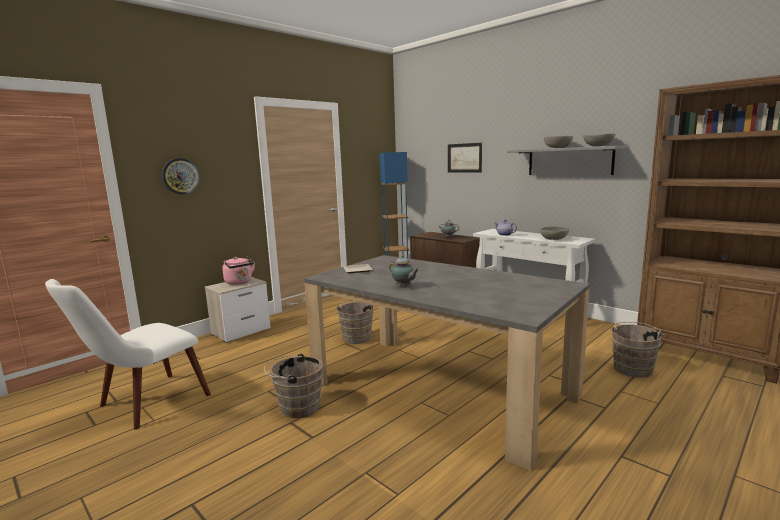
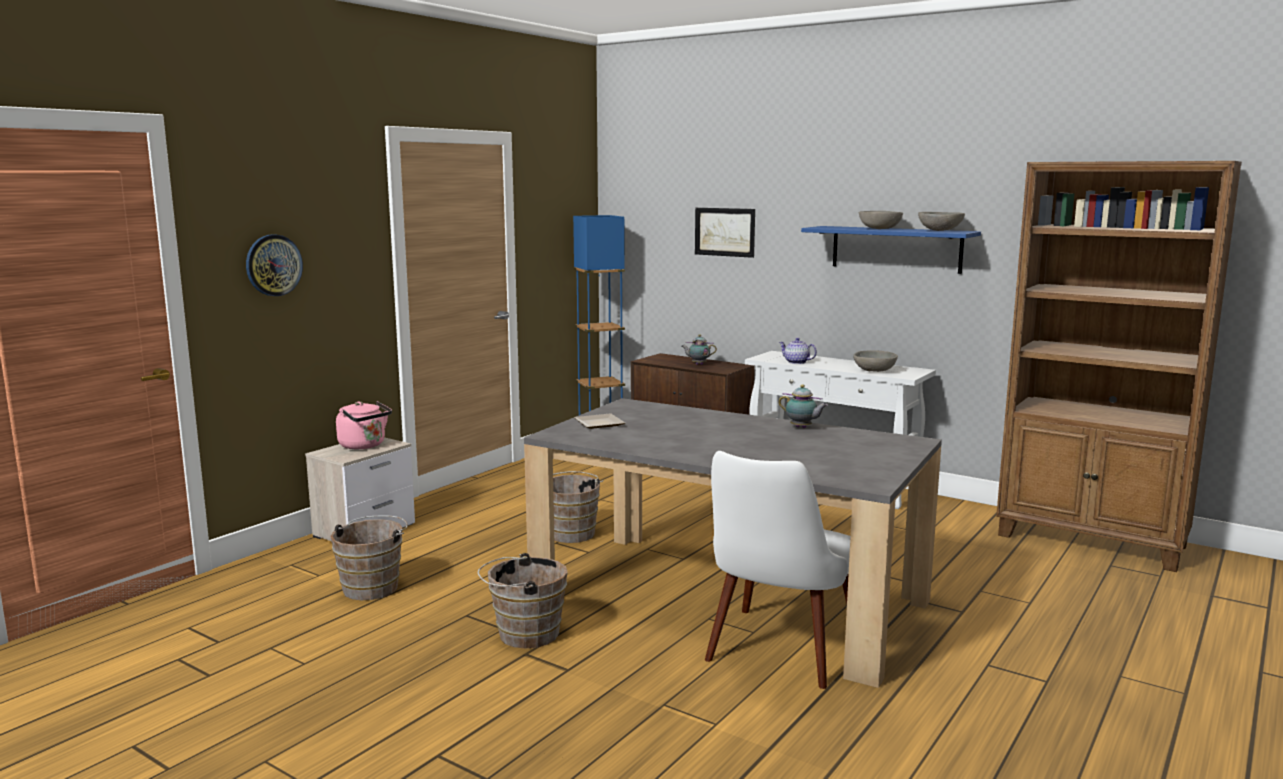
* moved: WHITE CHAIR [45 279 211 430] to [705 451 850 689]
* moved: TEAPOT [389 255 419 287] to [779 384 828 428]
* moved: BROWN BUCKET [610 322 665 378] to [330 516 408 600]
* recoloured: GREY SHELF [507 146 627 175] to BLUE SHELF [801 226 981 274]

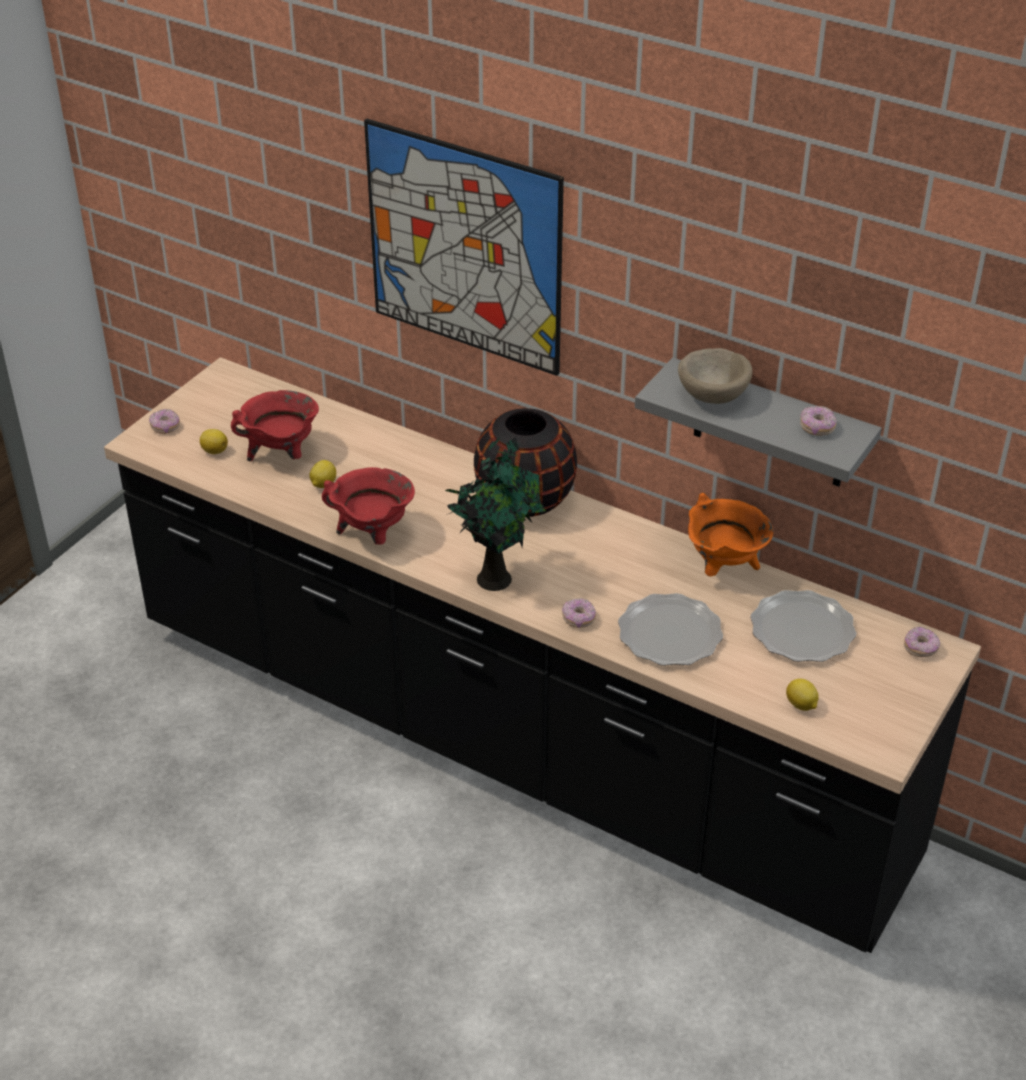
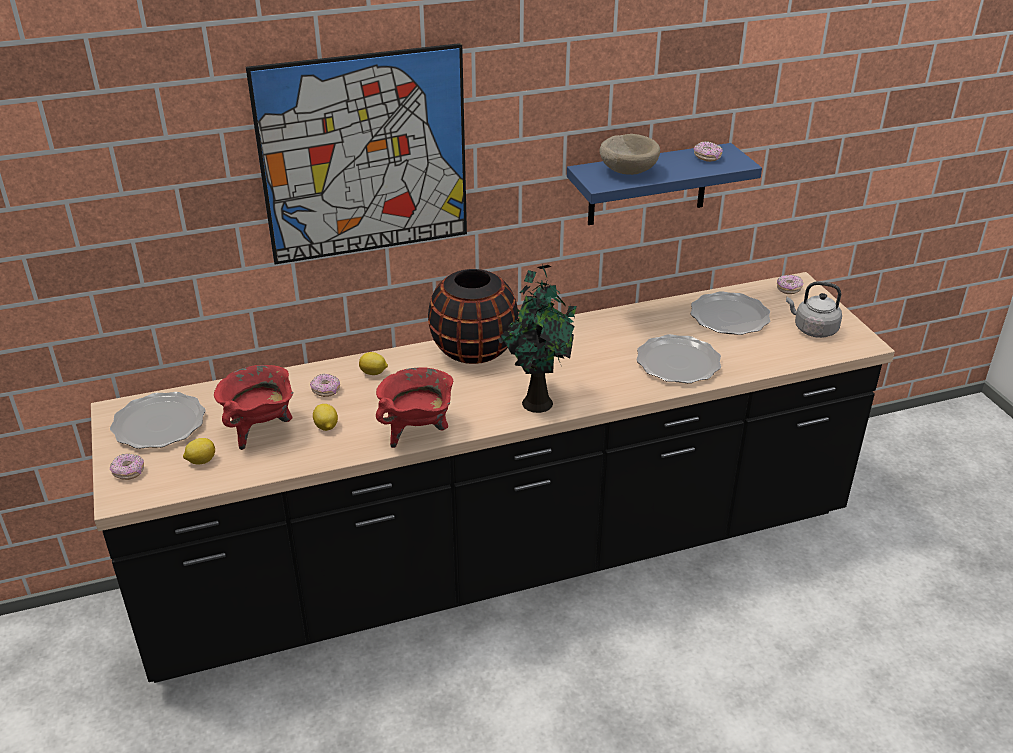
* removed: ORANGE COOKING POT [688 493 773 576]
* added: PLATE [110 392 206 449]
* added: GREY KETTLE [786 281 842 338]
* moved: DONUT [562 598 596 628] to [310 373 340 397]
* moved: LEMON [786 679 819 711] to [359 352 388 375]
* recoloured: GREY SHELF [635 358 882 487] to BLUE SHELF [567 143 762 225]

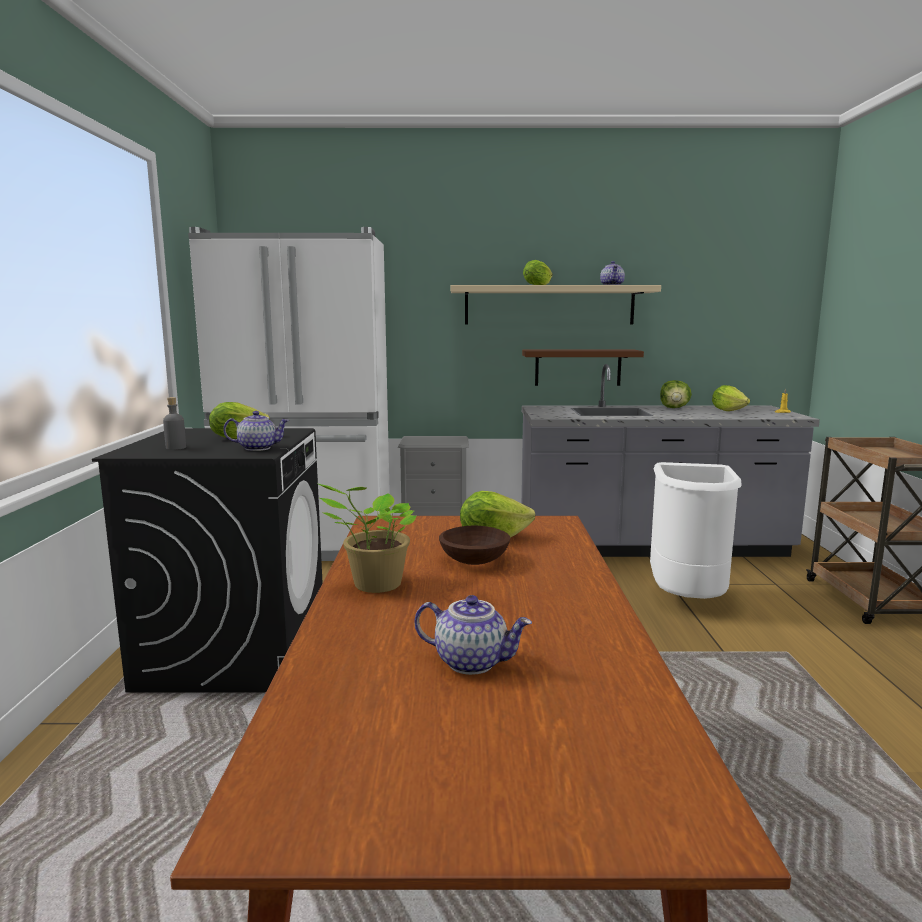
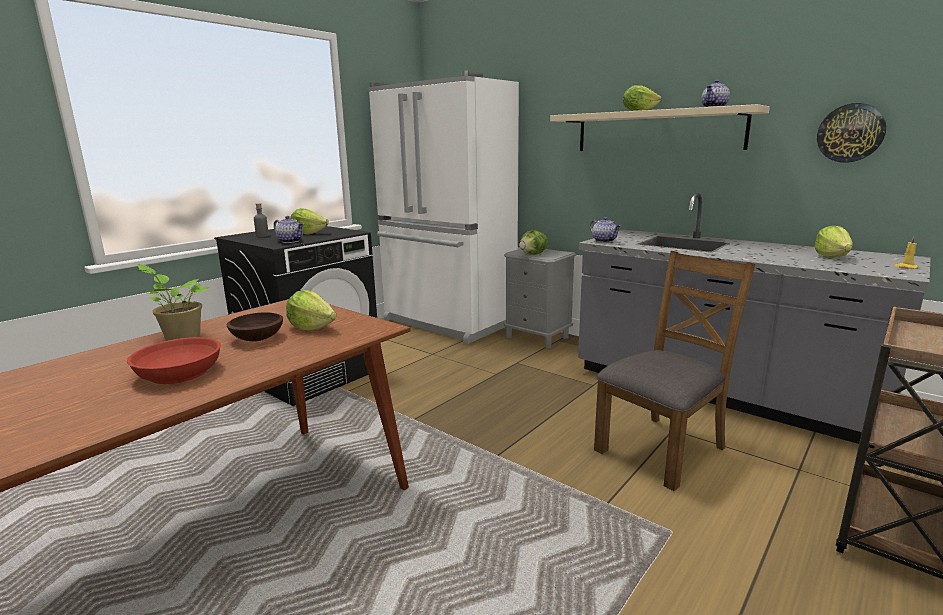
* removed: BROWN SHELF [522 350 644 386]
* added: RED BOWL [127 337 221 384]
* added: WALL CLOCK [817 103 886 163]
* moved: TEAPOT [414 595 532 675] to [590 217 621 243]
* moved: LETTUCE [660 380 692 408] to [519 230 548 254]
* replaced: WHITE TRASH CAN [650 462 742 599] to BROWN CHAIR [594 251 756 491]

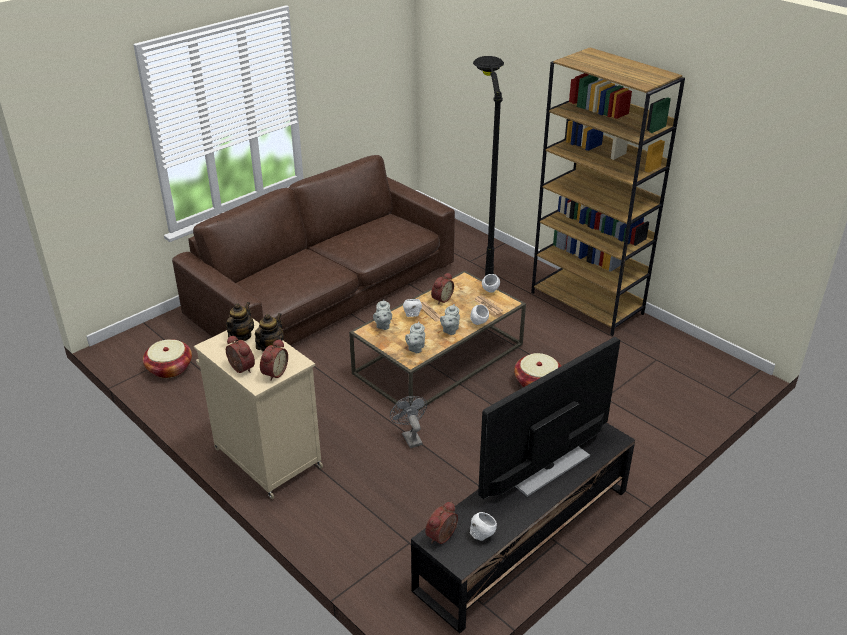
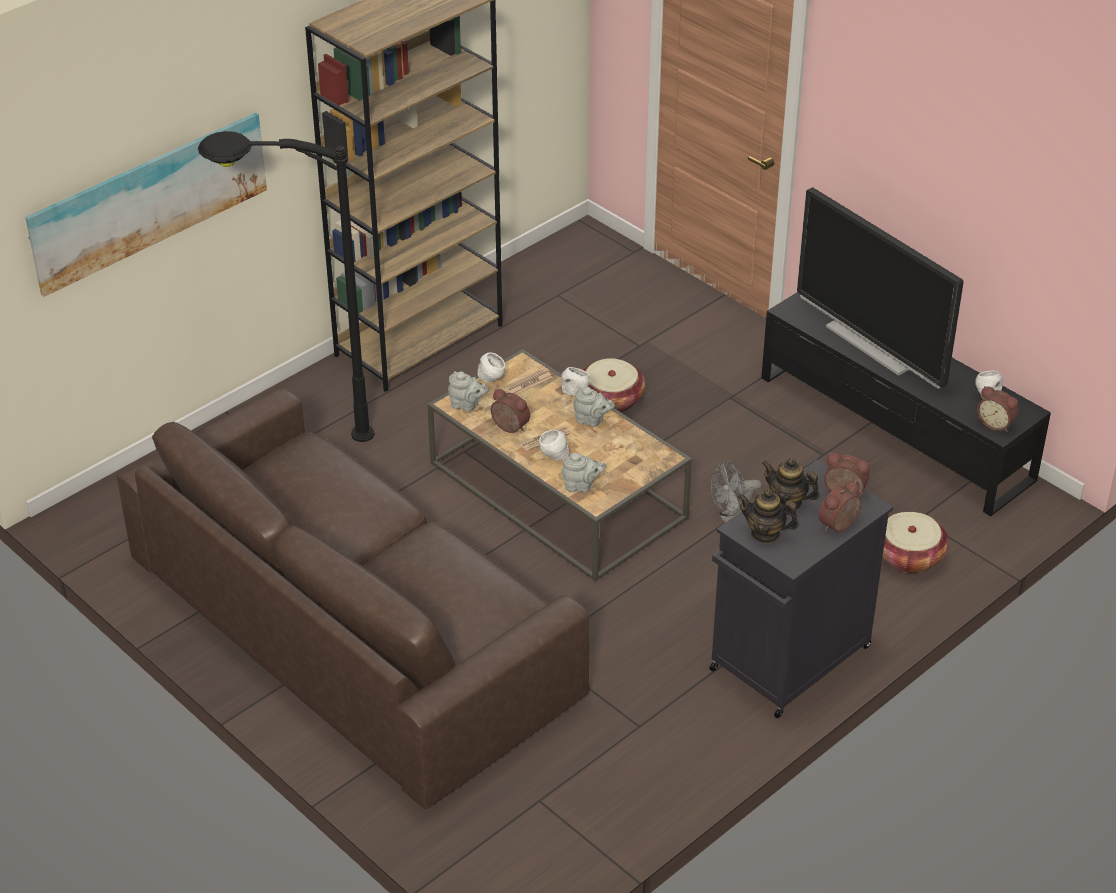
* added: PICTURE [25 113 267 297]
* moved: BASKET [143 339 192 378] to [882 512 949 573]
* moved: GREY TEAPOT [405 322 425 353] to [448 371 489 411]
* recoloured: BEIGE CABINET [194 318 323 499] to BLACK CABINET [709 460 893 718]

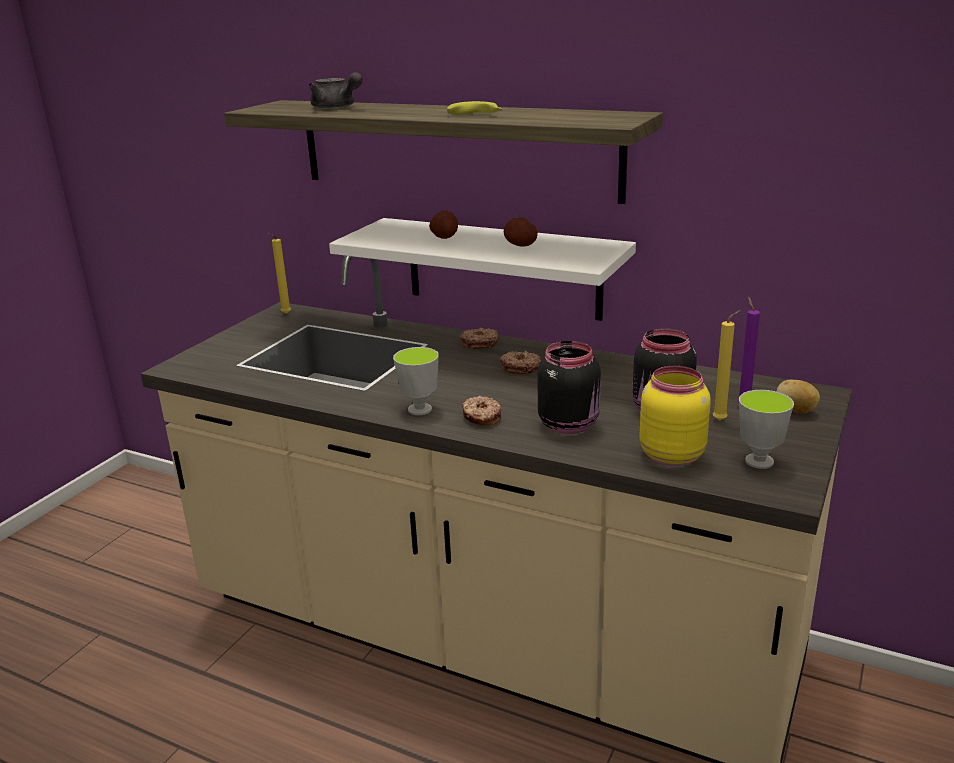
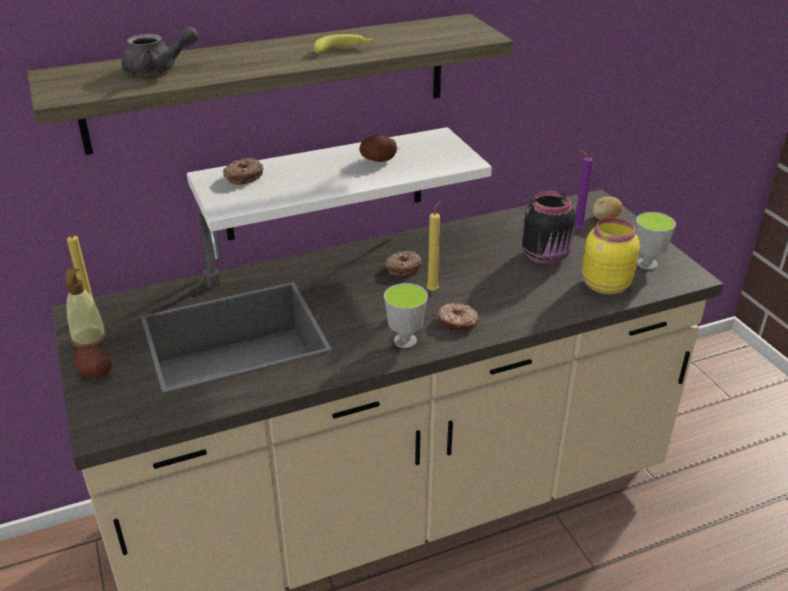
* removed: BLACK JAR [537 341 601 434]
* added: SOAP DISPENSER [66 269 107 348]
* moved: POTATO [429 210 458 239] to [74 345 112 378]
* moved: DONUT [460 327 499 349] to [223 158 263 185]
* moved: YELLOW CANDLE [713 310 741 421] to [427 202 440 291]

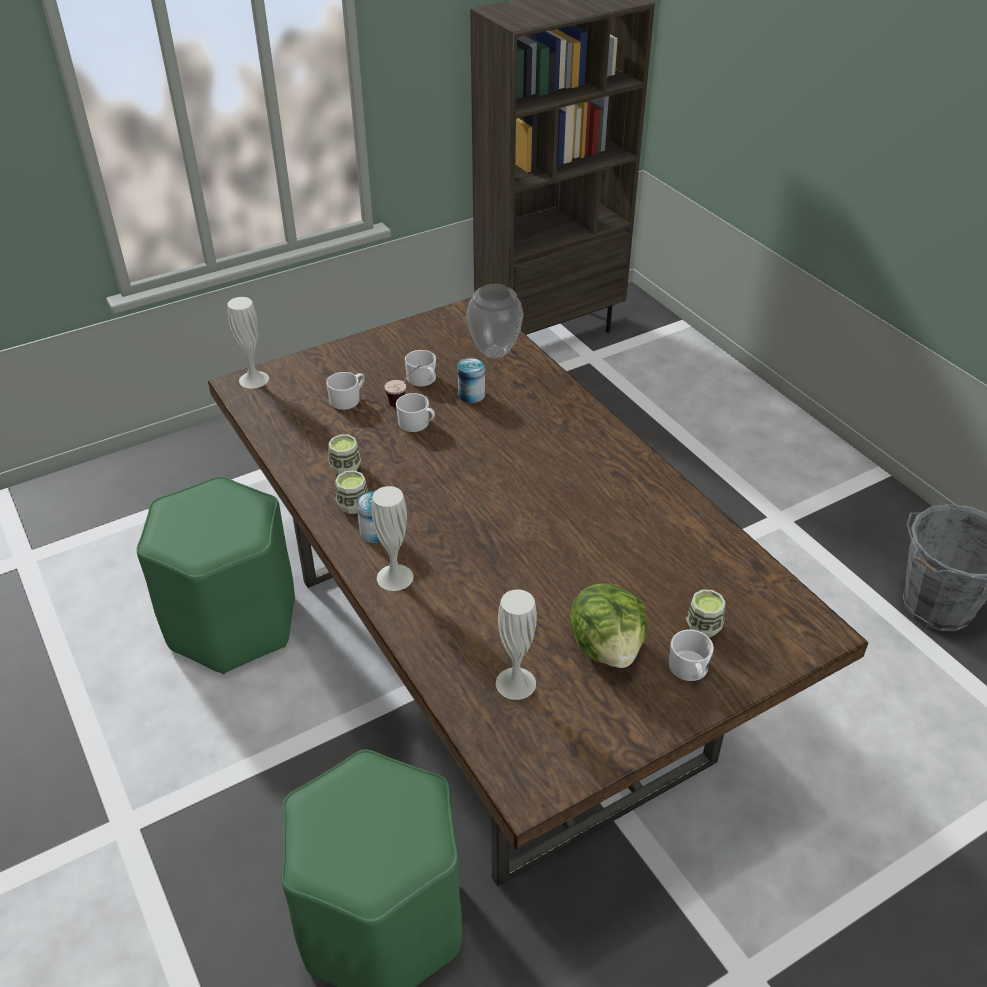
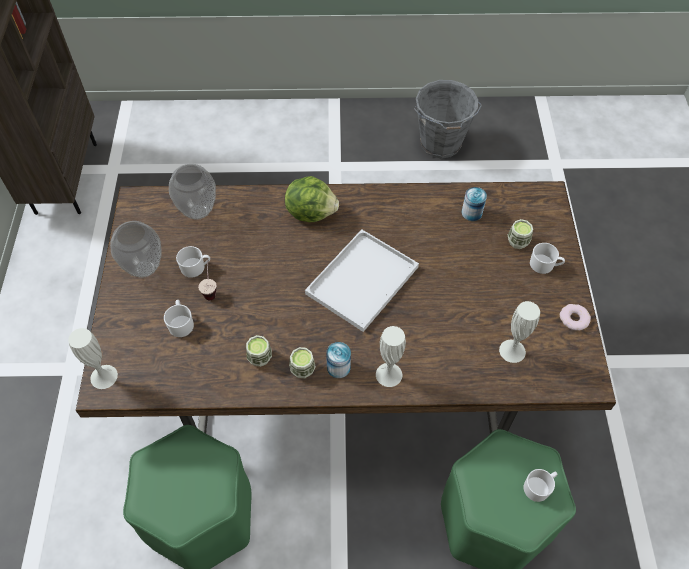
* added: VASE [110 221 162 278]
* added: WHITE TRAY [305 229 419 332]
* added: DONUT [560 304 591 331]
* moved: WHITE MUG [396 393 435 432] to [524 469 558 502]
* moved: CAN [457 357 485 403] to [462 187 487 221]
* moved: LETTUCE [570 583 648 668] to [285 176 339 222]

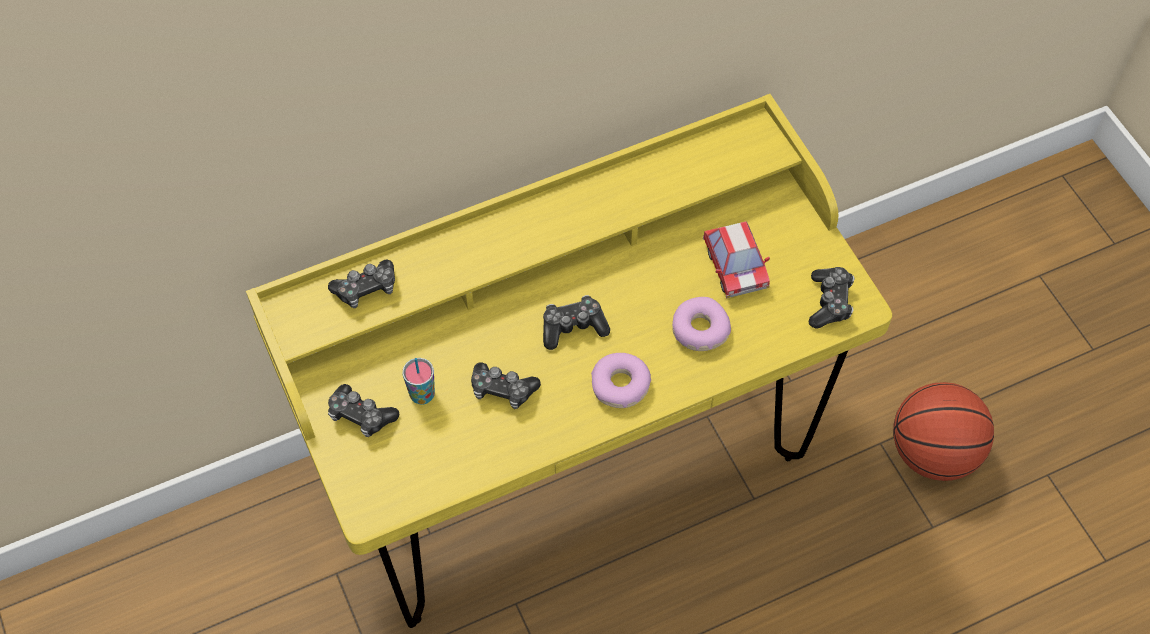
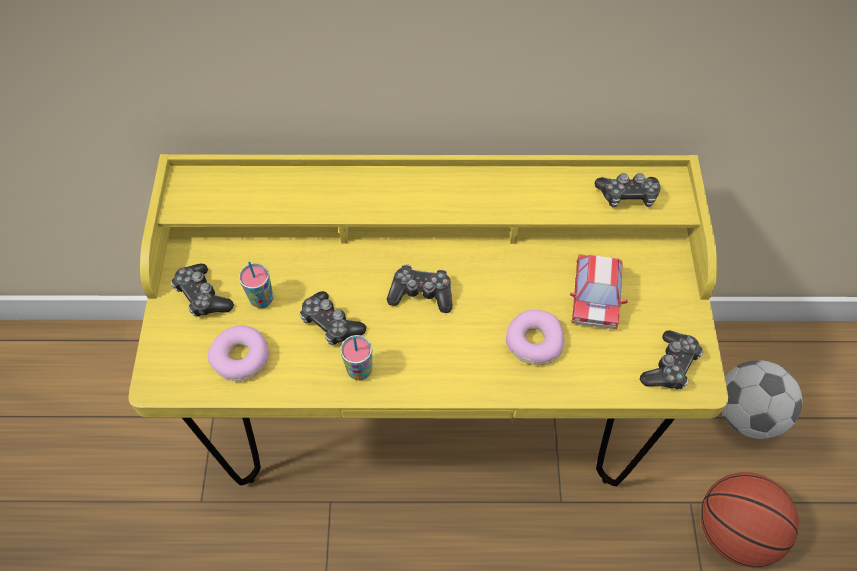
* added: CUP [340 335 372 380]
* added: FOOTBALL [721 360 802 439]
* moved: GAME CONTROLLER [328 260 395 308] to [594 173 661 208]
* moved: DONUT [591 353 651 408] to [208 325 269 381]

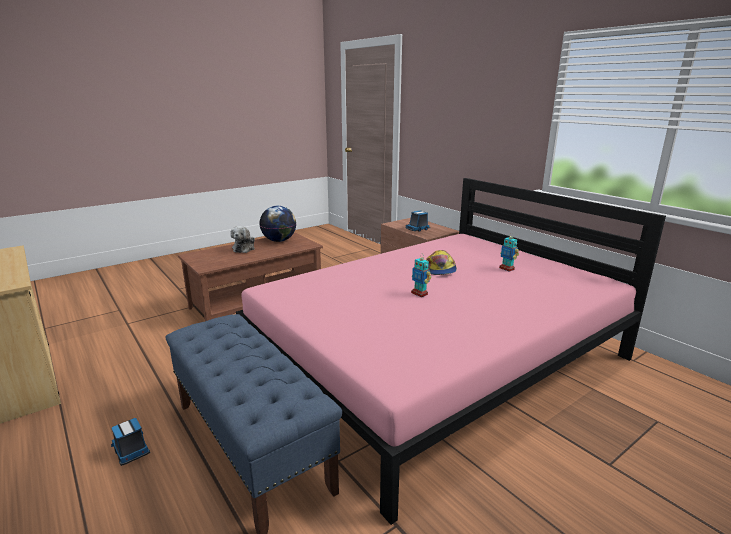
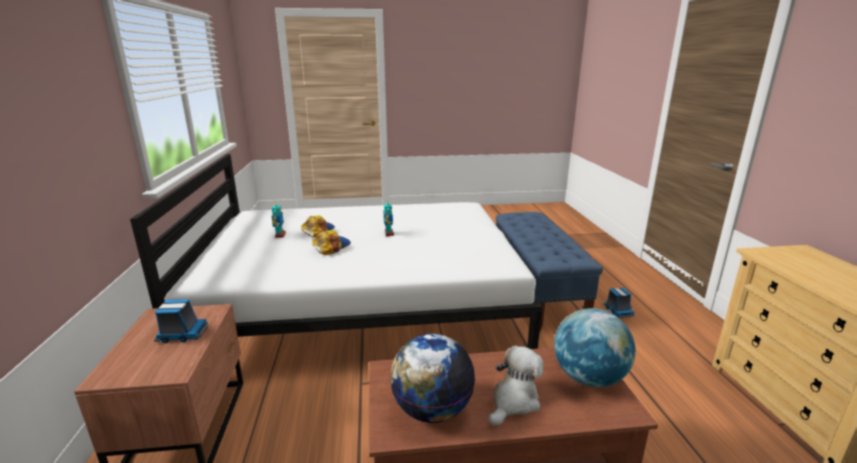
* added: CAP [301 215 335 238]
* added: GLOBE [554 308 636 387]
* recoloured: PINK BED [236 178 666 525] to WHITE BED [130 154 542 349]

